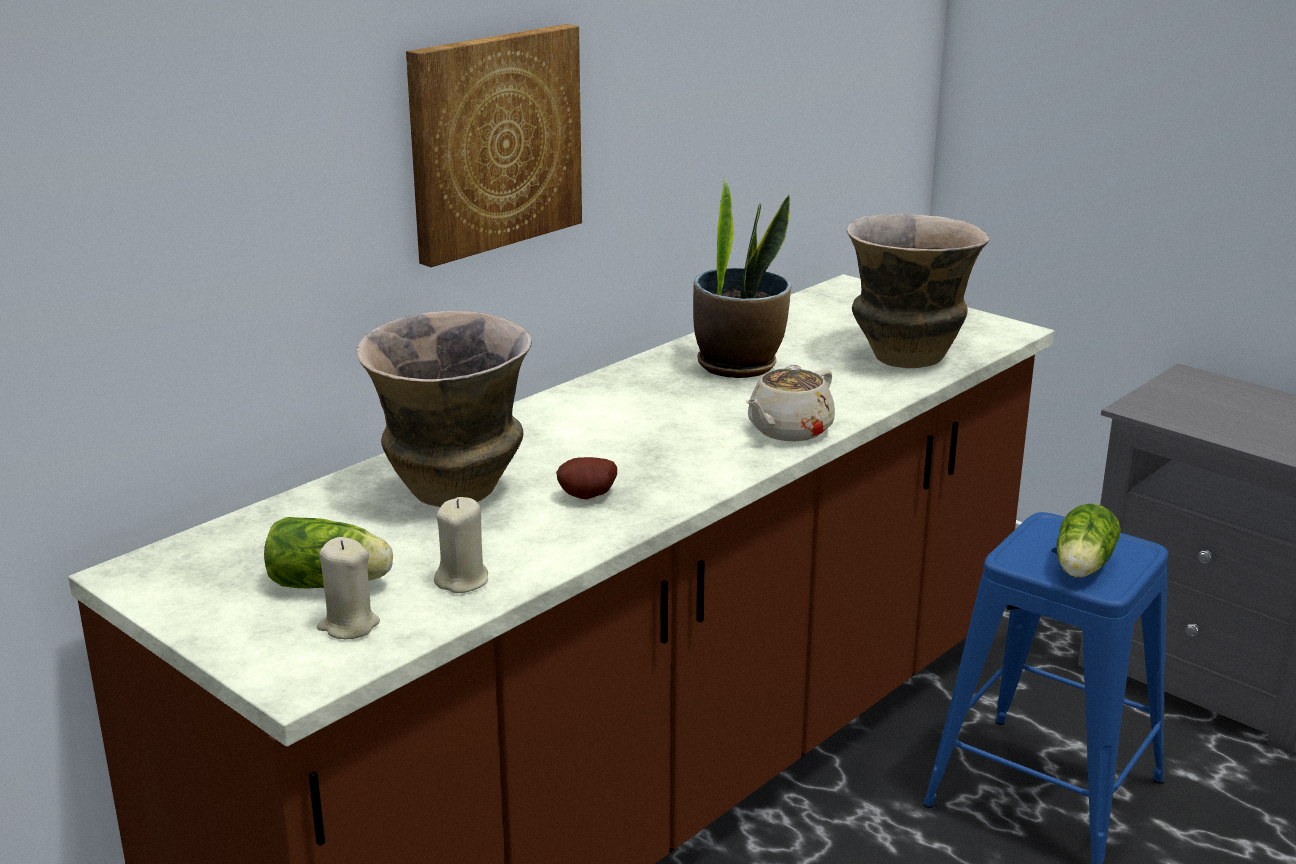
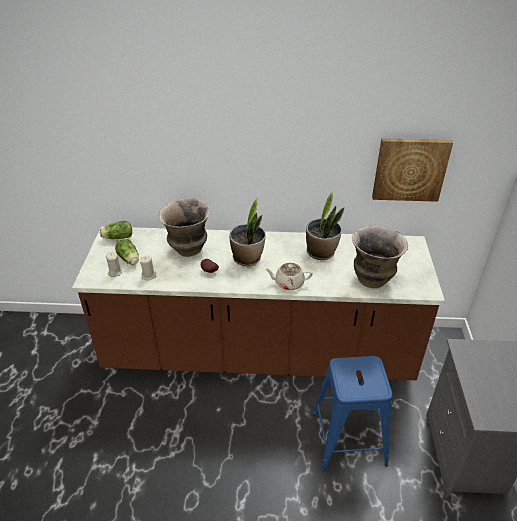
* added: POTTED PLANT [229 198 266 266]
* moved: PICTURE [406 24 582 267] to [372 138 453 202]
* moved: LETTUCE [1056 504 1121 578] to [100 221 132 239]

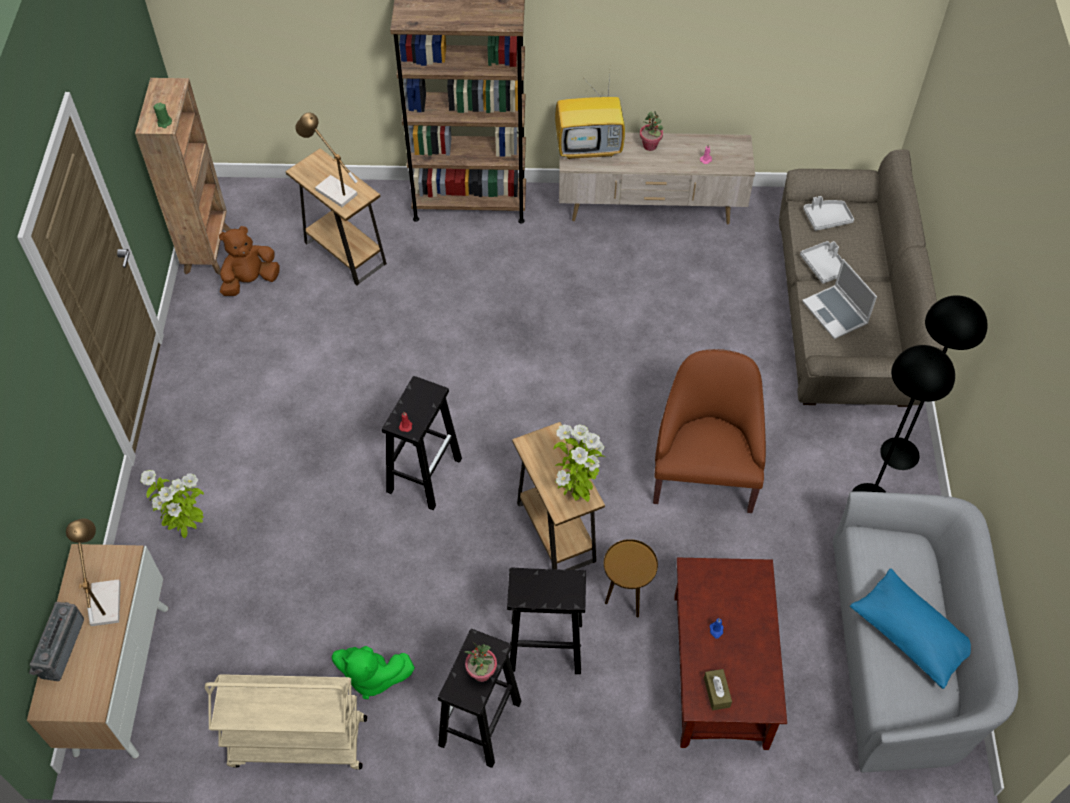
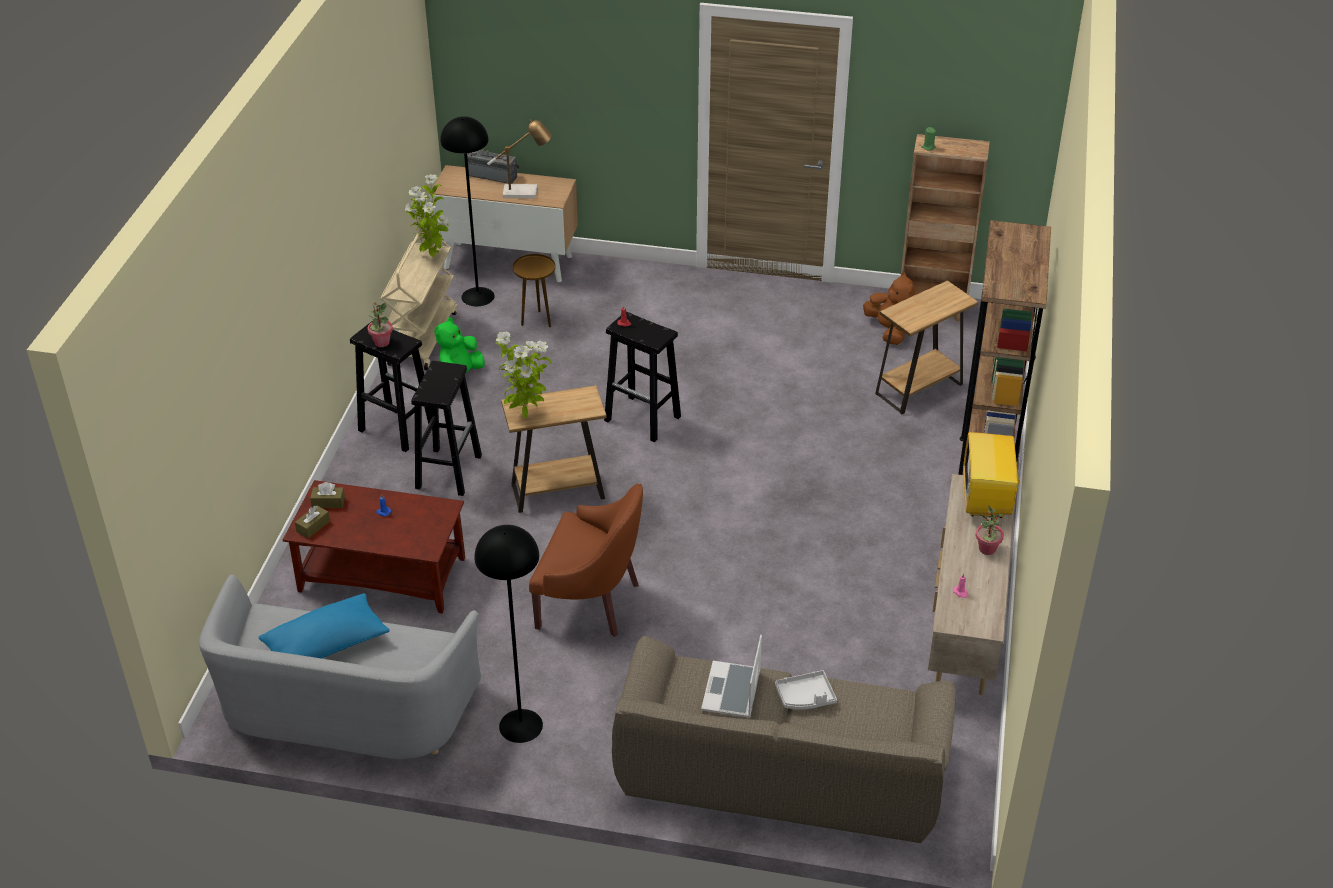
* removed: TABLE LAMP [295 113 358 207]
* removed: GREY TRAY [803 196 854 231]
* added: BROWN TISSUE BOX [295 505 330 538]
* moved: POTTED PLANT [140 470 204 538] to [405 174 449 257]
* moved: BROWN SIDE TABLE [604 539 658 618] to [513 254 555 327]
* moved: BLACK FLOOR LAMP [880 295 988 470] to [440 116 495 306]
* turned: LAPTOP [802 259 877 339] = [701 635 762 718] 60 degrees counterclockwise

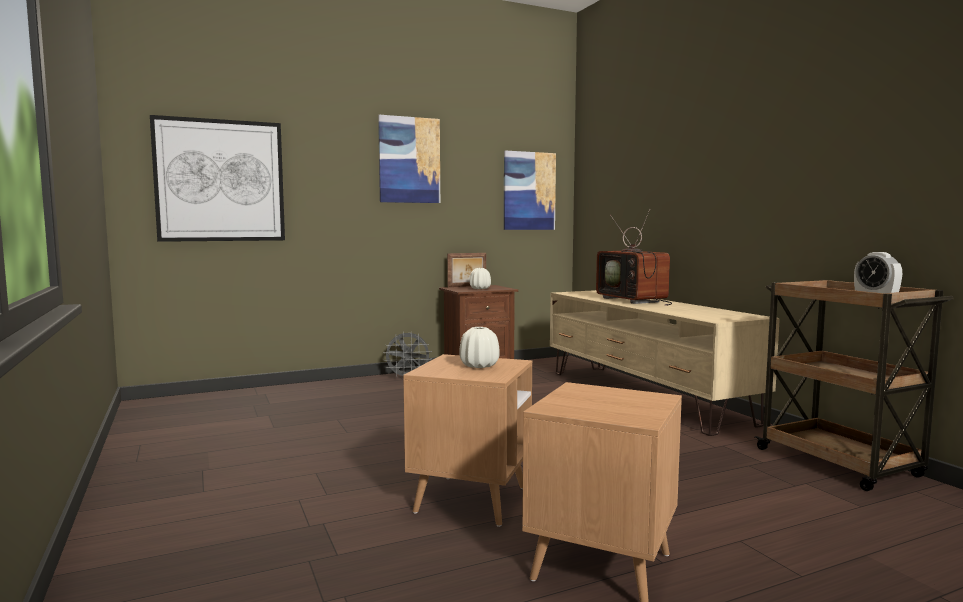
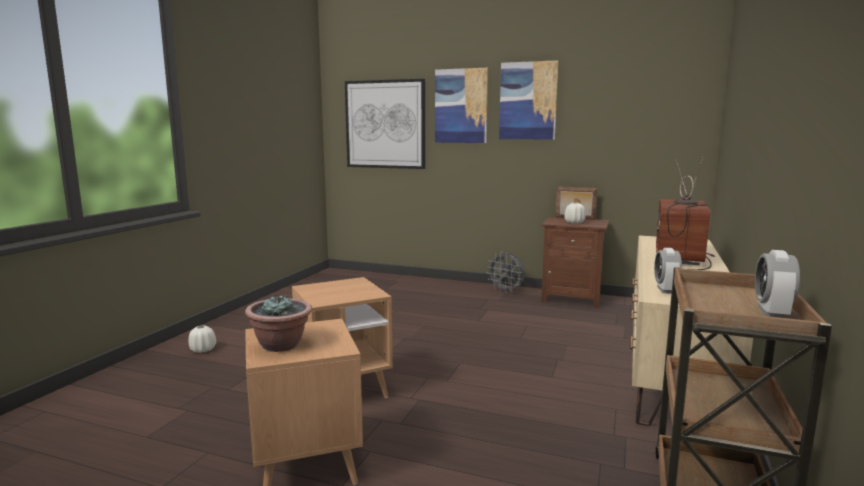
* added: POTTED PLANT [245 295 312 352]
* added: ALARM CLOCK [654 248 682 294]
* moved: WHITE VASE [459 327 500 368] to [189 325 216 353]
* moved: PICTURE [504 151 556 230] to [435 68 488 143]

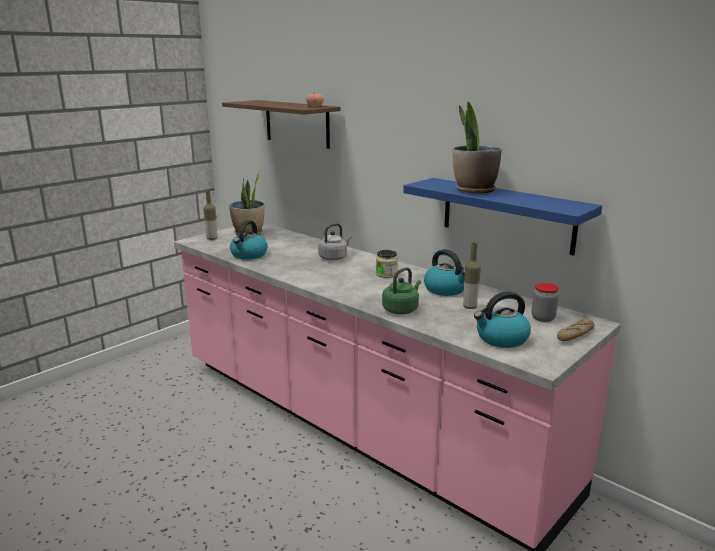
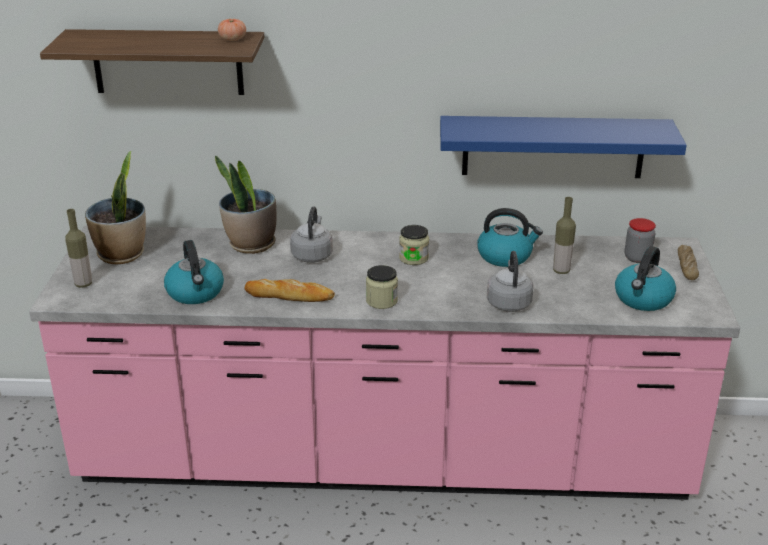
* added: BREAD [244 279 335 302]
* added: JAR [366 265 398 309]
* moved: POTTED PLANT [452 101 502 194] to [215 155 277 254]
* recoloured: GREEN KETTLE [382 267 421 314] to GREY KETTLE [487 251 534 312]

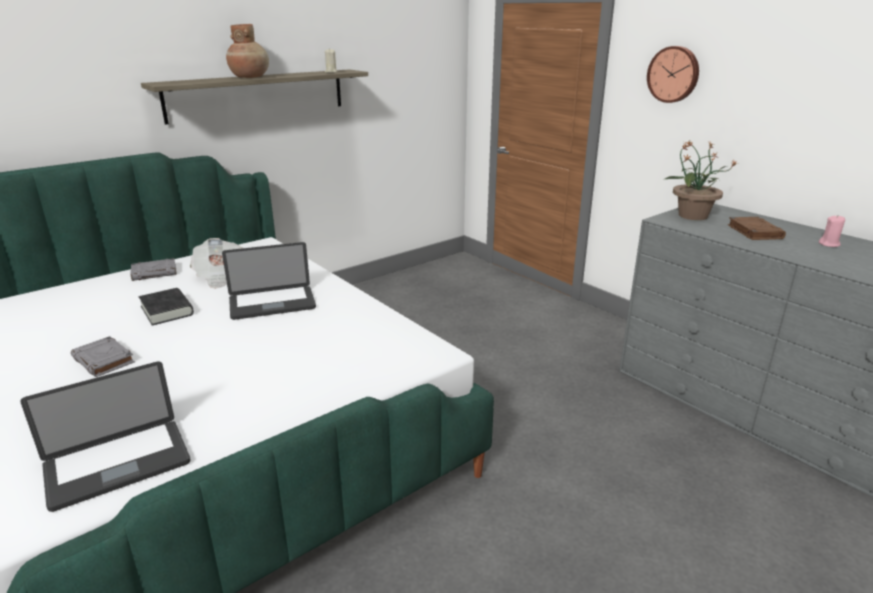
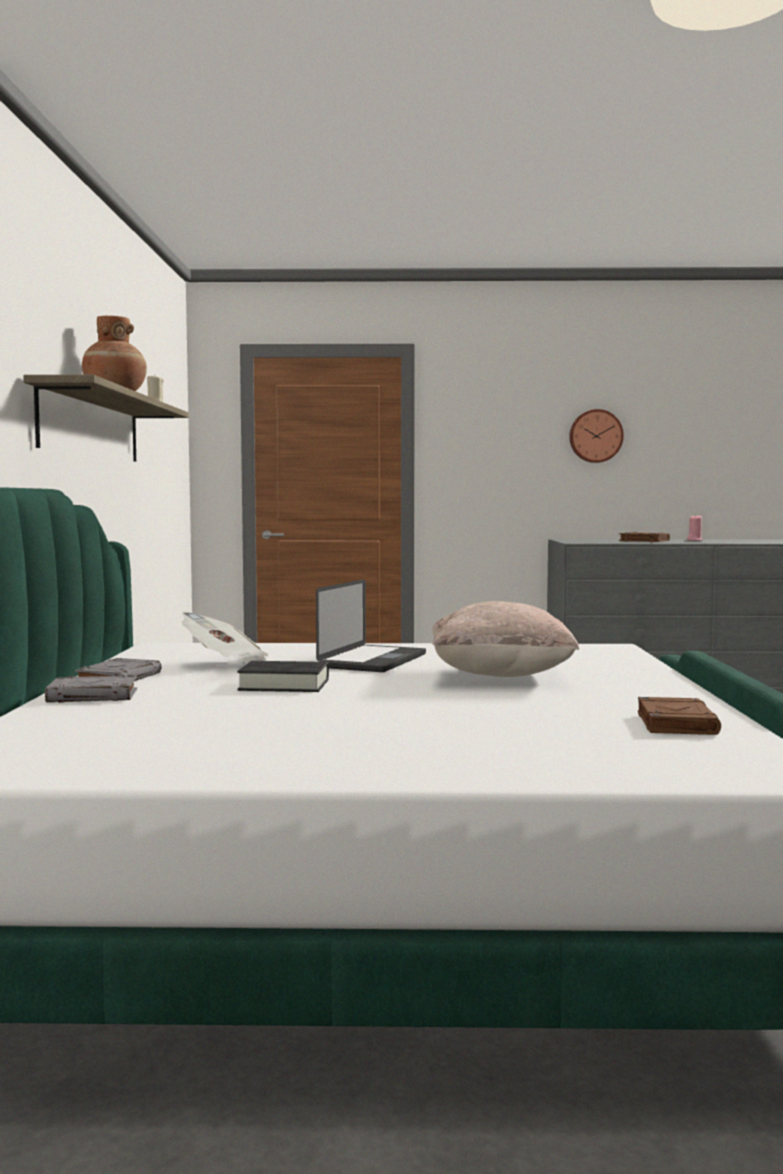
* removed: POTTED PLANT [663 140 737 220]
* added: BEIGE PILLOW [432 601 579 677]
* moved: GREY BOOK [71 336 135 377] to [45 675 137 703]
* moved: WALL CLOCK [647 46 699 103] to [569 409 624 463]
* replaced: LAPTOP [20 361 191 512] to BROWN BOOK [638 697 721 735]

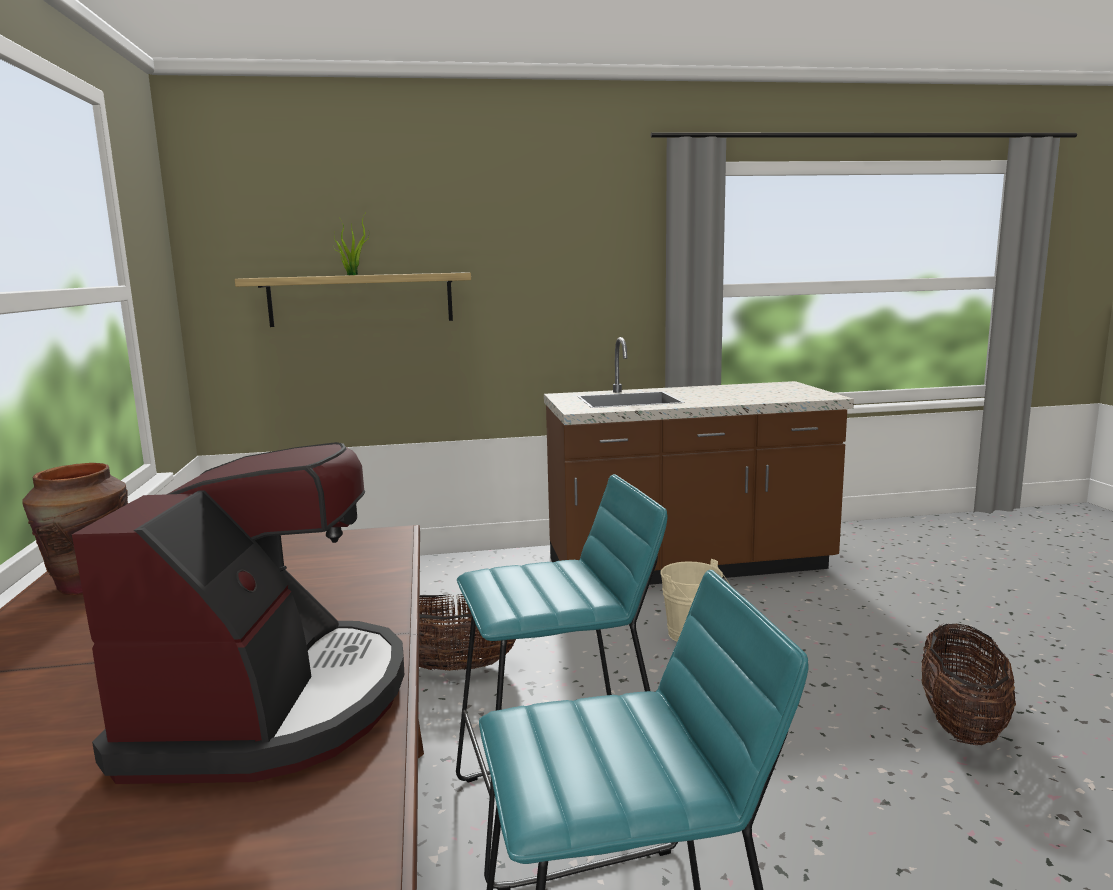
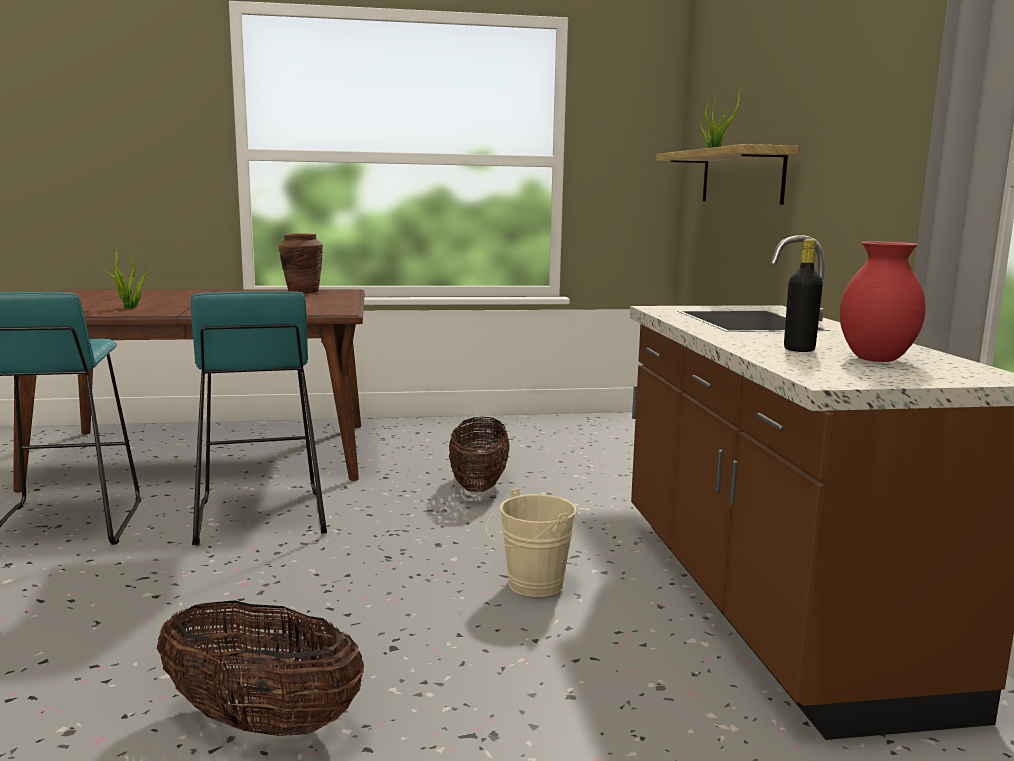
* added: BLACK BOTTLE [784 239 823 352]
* added: RED VASE [840 241 926 362]
* replaced: COFFEE MACHINE [72 442 404 784] to POTTED PLANT [101 241 152 308]

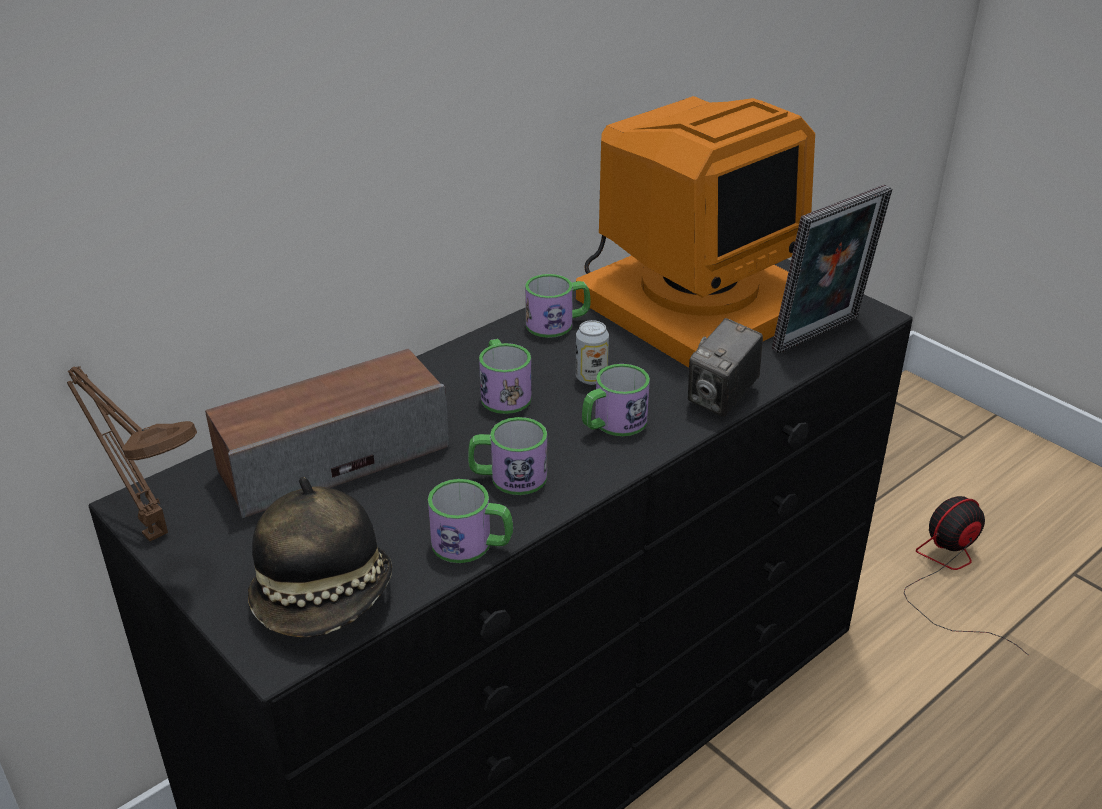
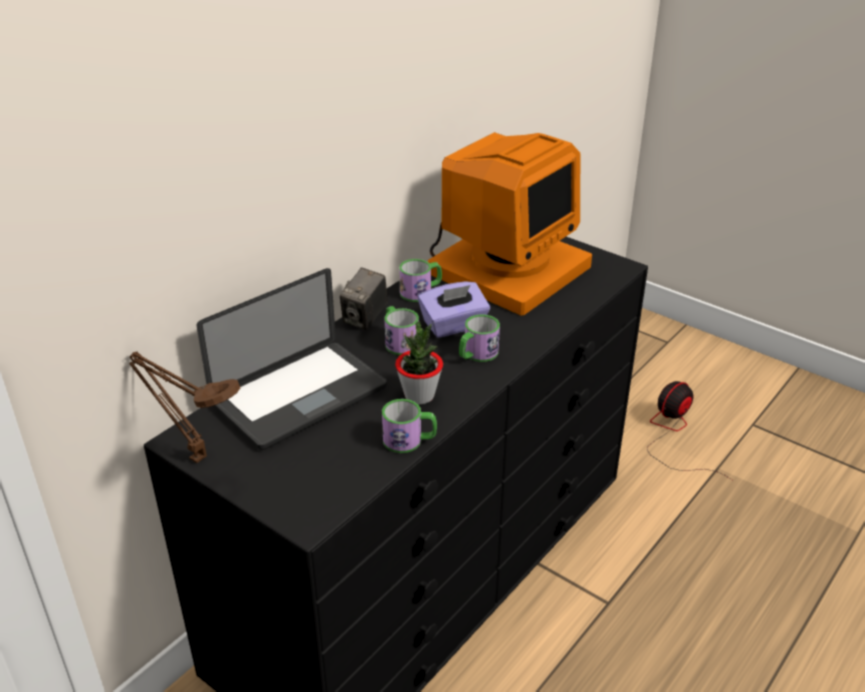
* removed: HAT [248 477 392 637]
* removed: PICTURE FRAME [772 184 892 354]
* moved: PHOTO CAMERA [688 318 763 417] to [340 267 388 330]
* replaced: SPEAKER [205 348 449 518] to LAPTOP [197 268 387 450]
* replaced: MUG [468 417 547 495] to POTTED PLANT [395 321 443 405]
* replaced: CAN [575 320 609 385] to PURPLE TISSUE BOX [418 281 490 338]

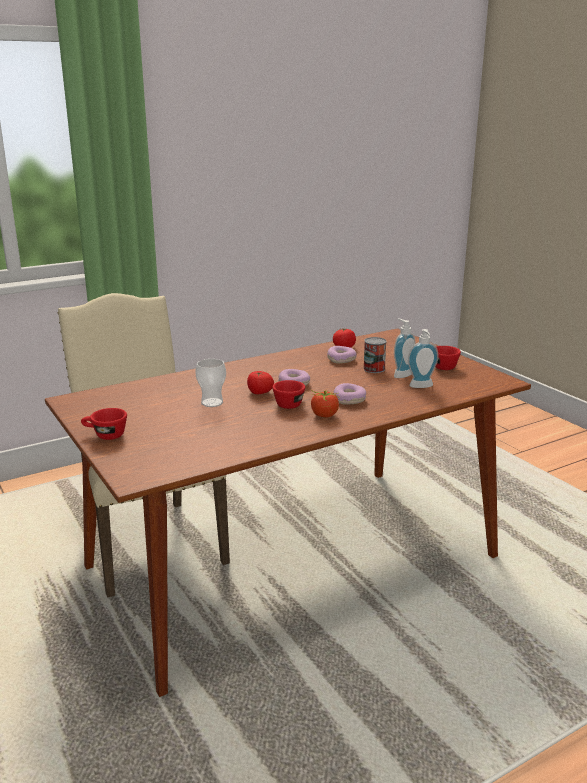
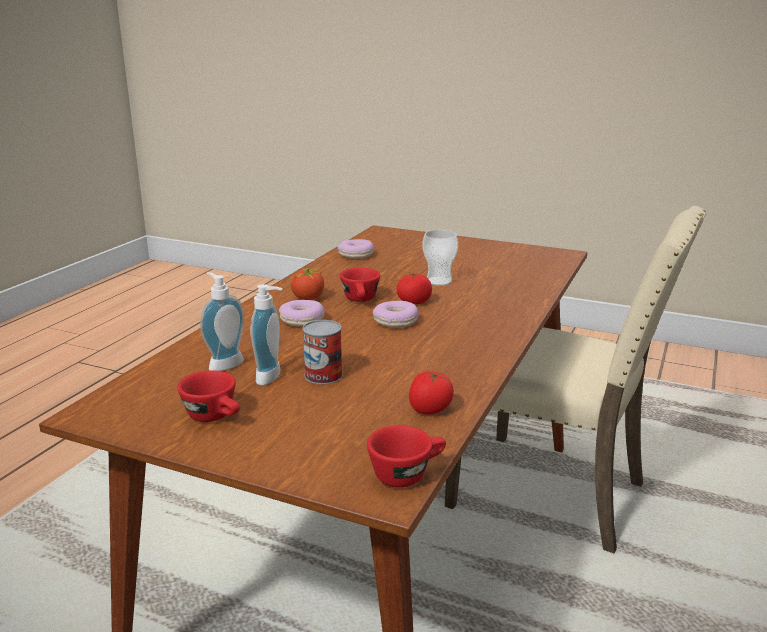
* moved: RED CUP [81 408 127 440] to [367 425 446 488]
* moved: DONUT [327 346 357 364] to [338 239 374 259]

